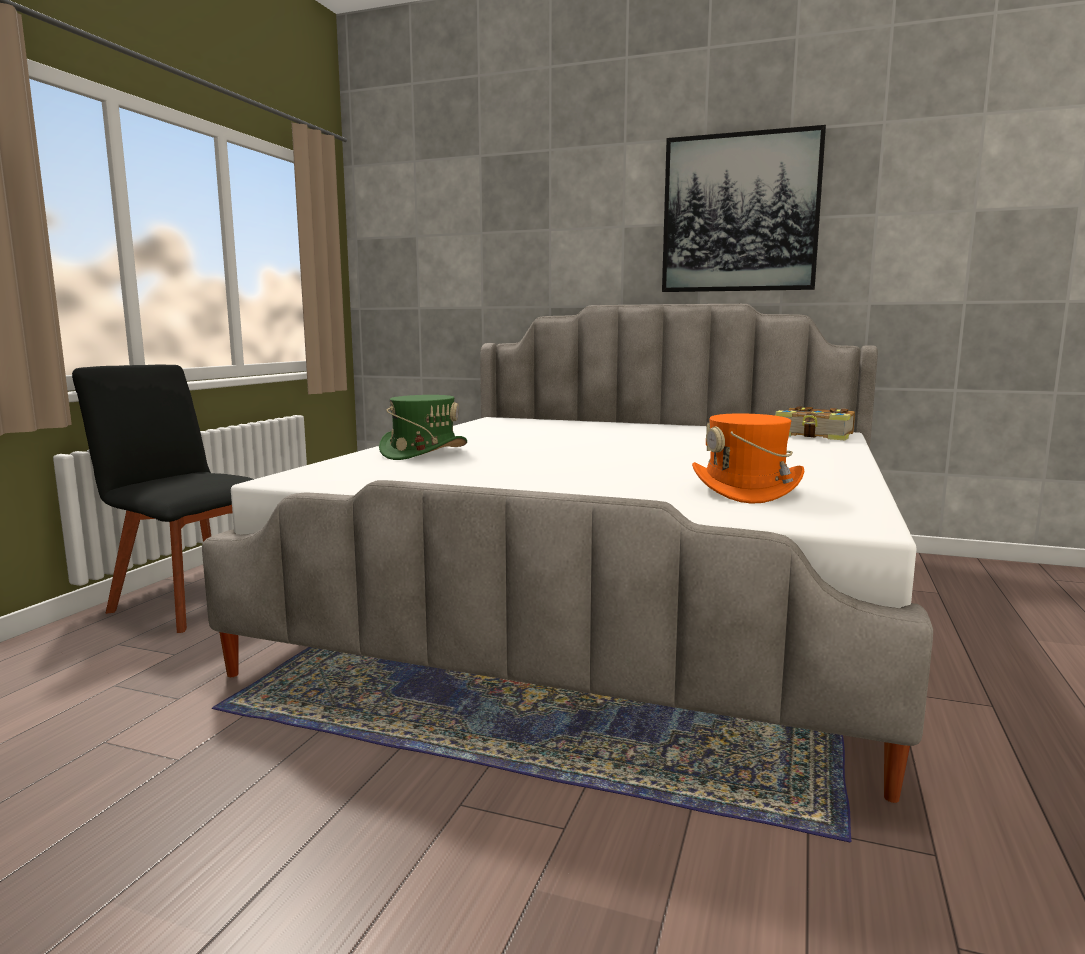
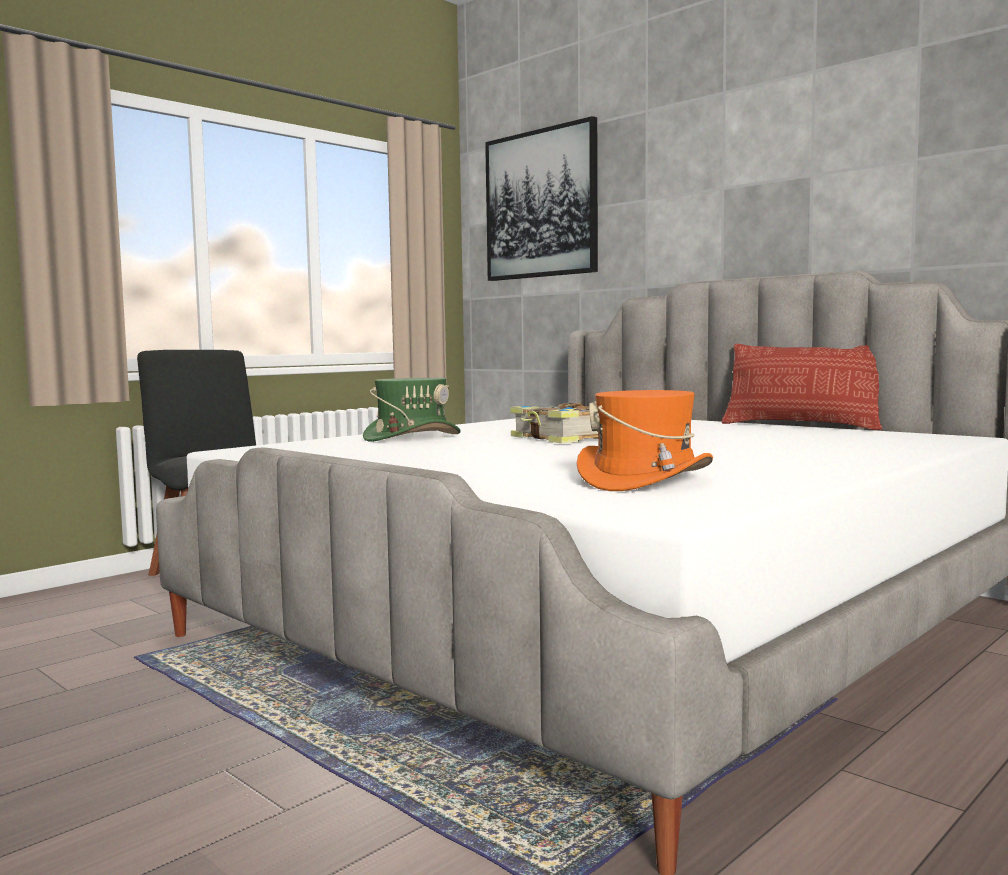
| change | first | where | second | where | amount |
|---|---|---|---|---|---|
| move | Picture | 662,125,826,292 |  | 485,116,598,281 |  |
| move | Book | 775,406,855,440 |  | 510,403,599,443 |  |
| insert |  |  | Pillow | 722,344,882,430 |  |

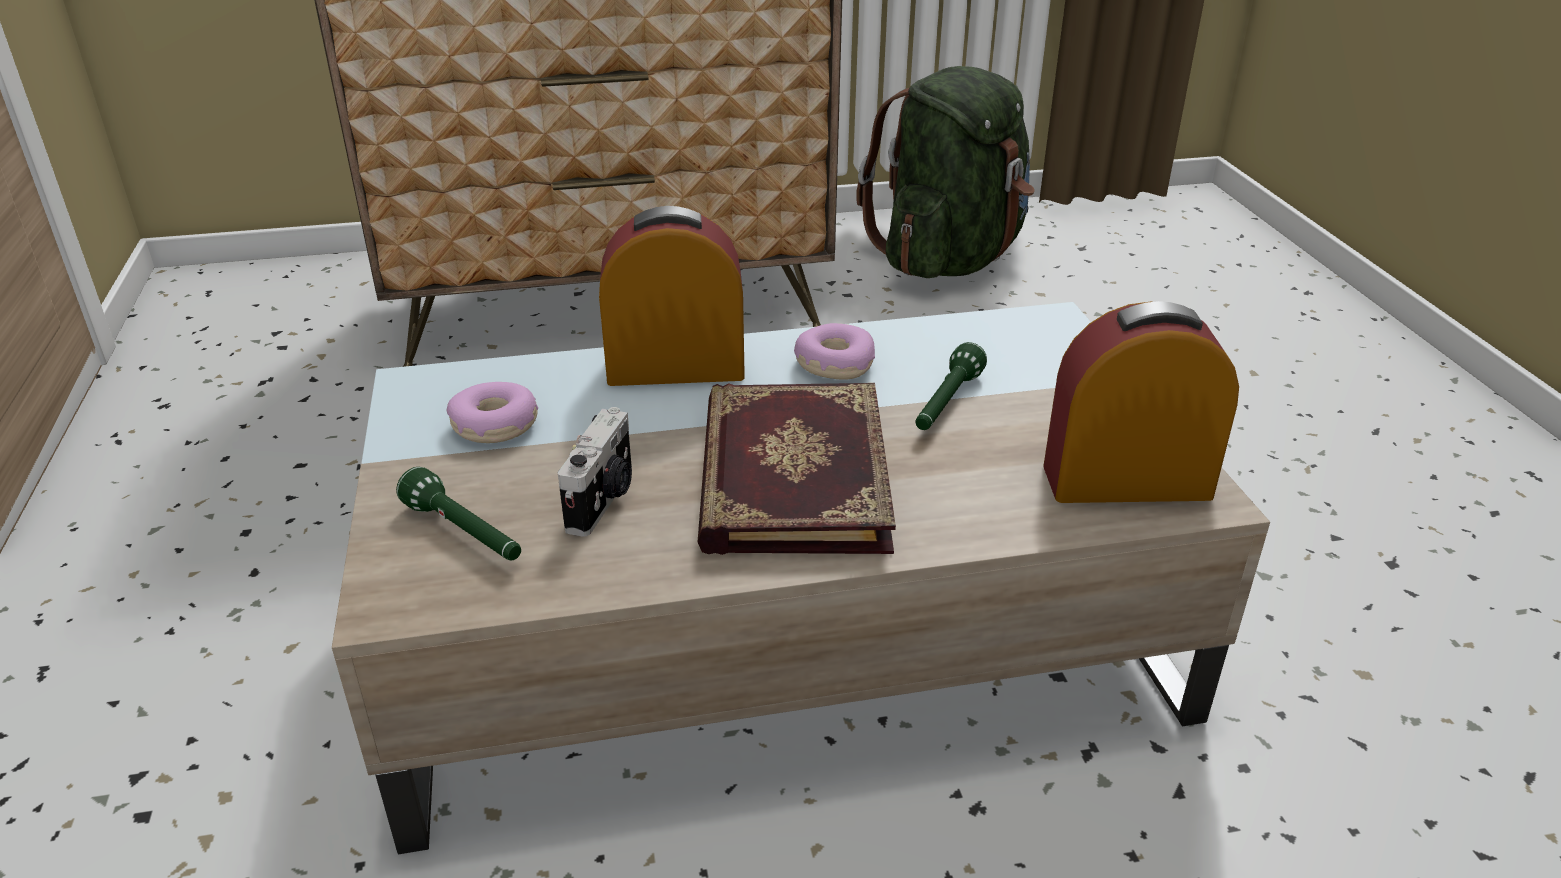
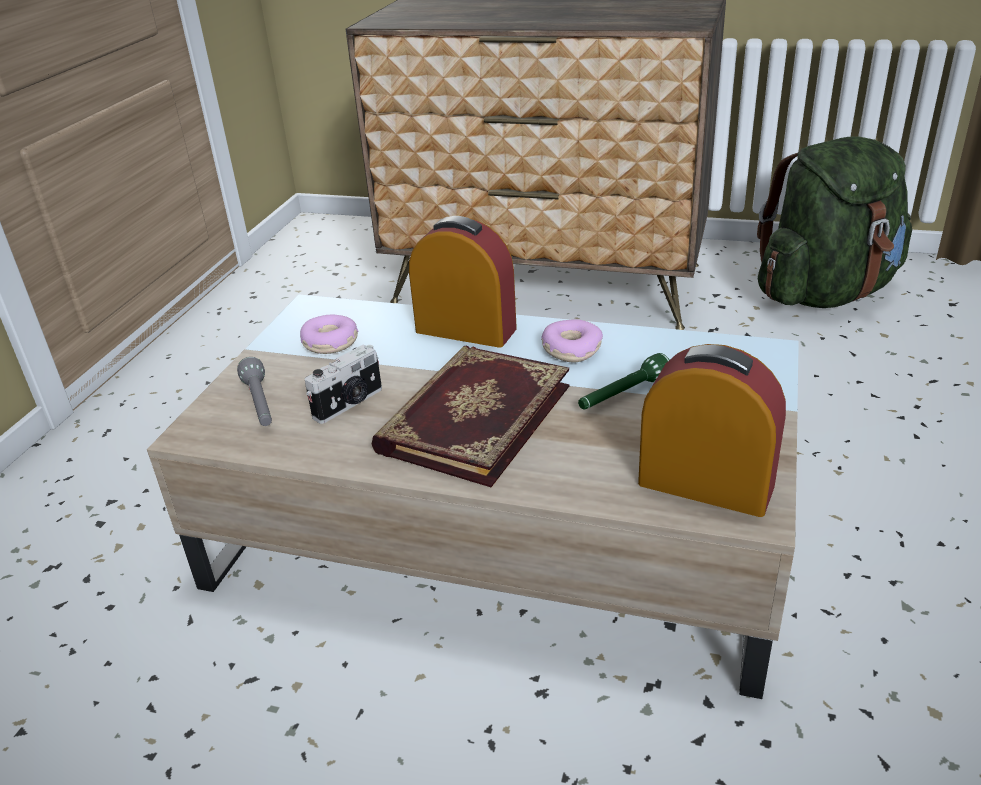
| change | first | where | second | where | amount |
|---|---|---|---|---|---|
| recolor | GreenFlashlight | 396,467,521,560 | GreyFlashlight | 237,357,272,426 |  |

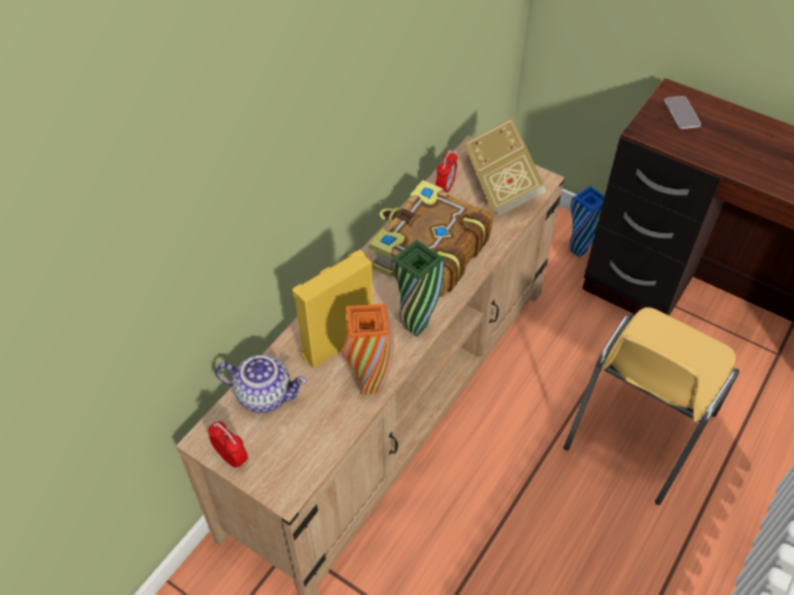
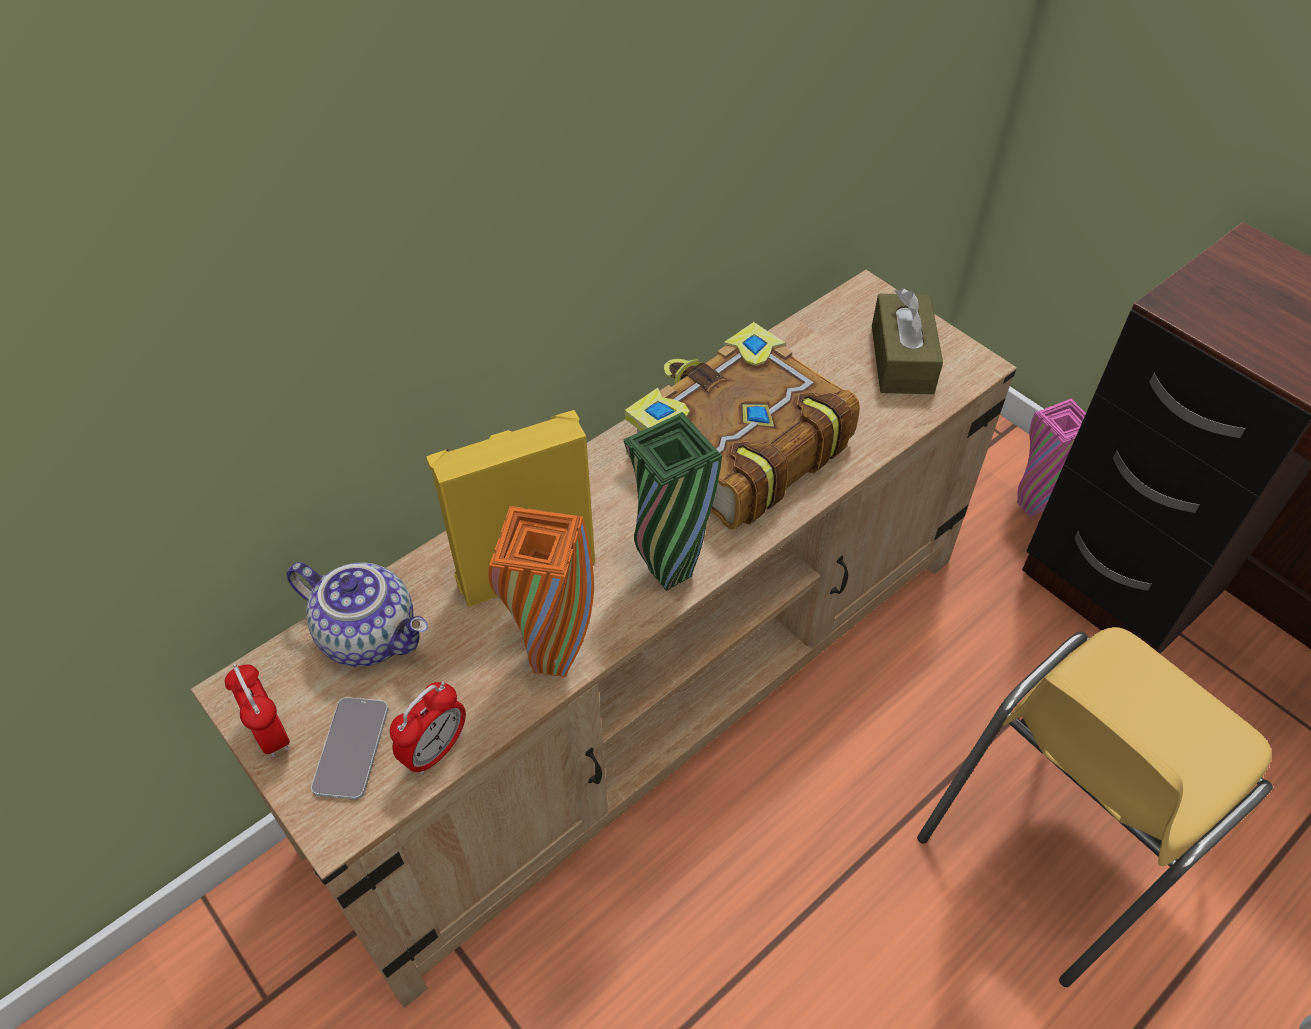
| change | first | where | second | where | amount |
|---|---|---|---|---|---|
| move | Phone | 664,96,701,129 |  | 311,697,388,800 |  |
| move | AlarmClock | 436,150,458,193 |  | 390,682,466,775 |  |
| replace | Book | 464,117,546,216 | BrownTissueBox | 872,288,943,394 |  |
| recolor | BlueVase | 570,186,604,258 | PinkVase | 1017,399,1086,517 |  |

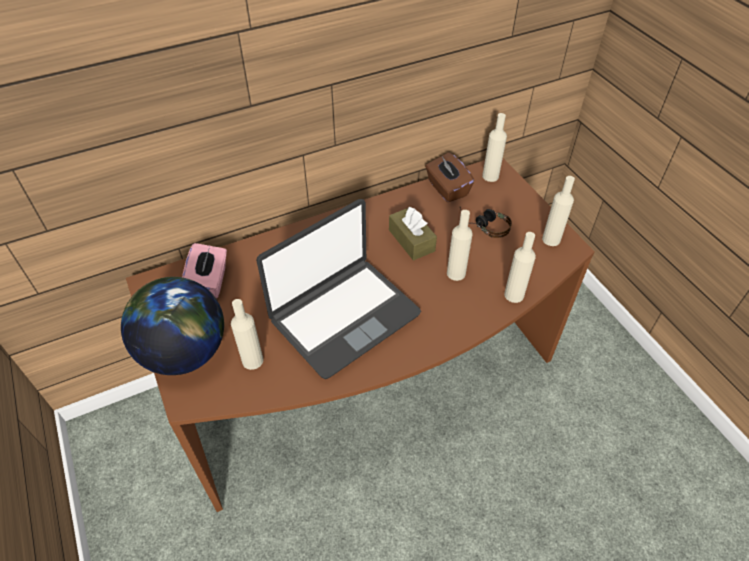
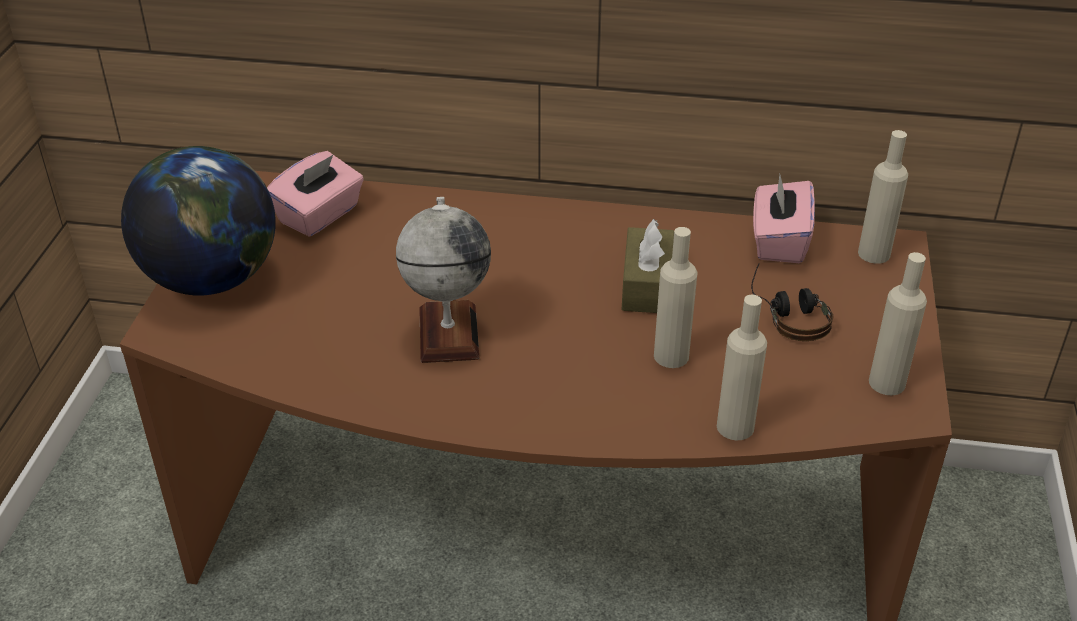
| change | first | where | second | where | amount |
|---|---|---|---|---|---|
| replace | Laptop | 256,199,421,379 | Globe | 396,197,491,363 |  |
| recolor | BrownTissueBox | 425,152,474,202 | PinkTissueBox | 753,175,815,263 |  |
| delete | BeigeBottle | 231,299,264,370 |  |  |  |

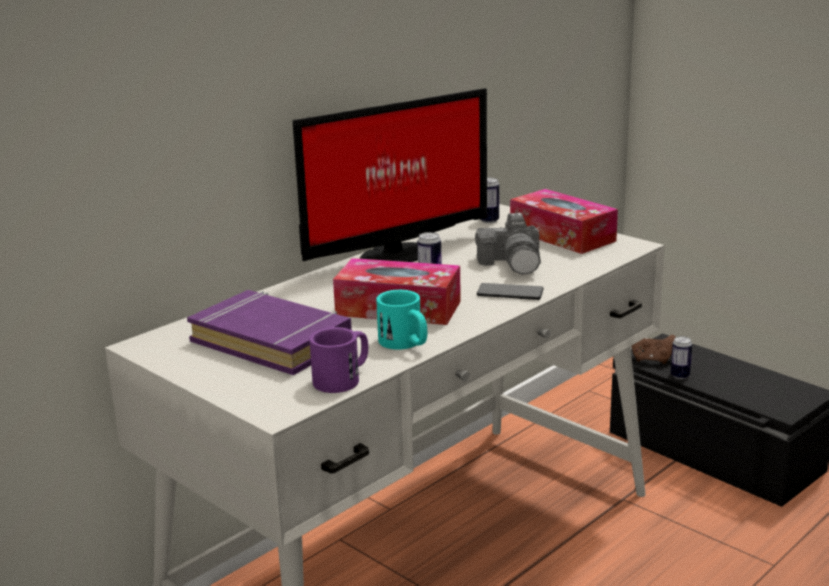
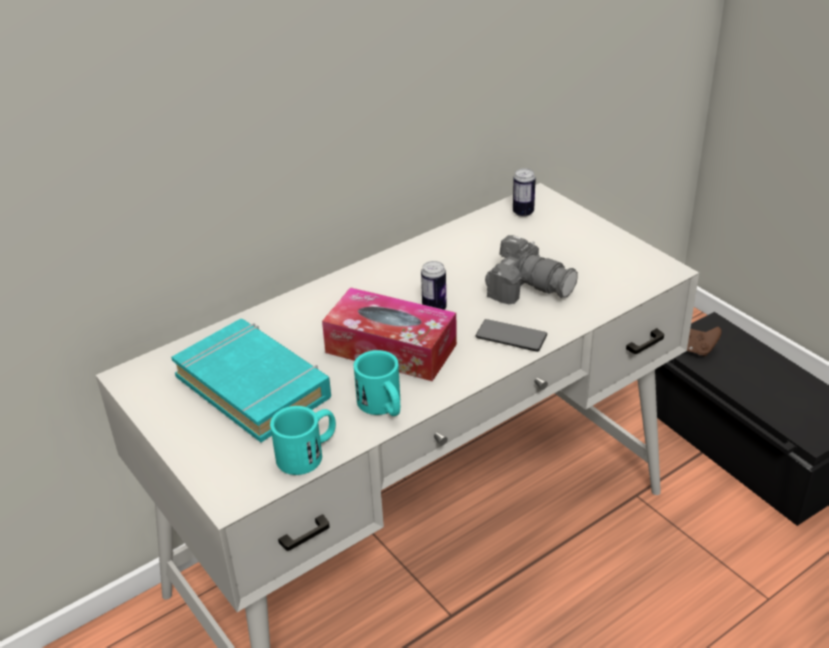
| change | first | where | second | where | amount |
|---|---|---|---|---|---|
| recolor | PurpleBook | 187,290,352,375 | TurquoiseBook | 171,319,331,442 |  |
| recolor | PurpleMug | 309,327,368,393 | TurquoiseMug | 270,406,336,475 |  |
| rotate | PhotoCamera | 475,213,541,274 |  | 485,235,578,304 | 60 degrees counterclockwise |
| delete | Monitor | 293,88,487,262 |  |  |  |
| delete | TissueBox | 510,189,618,254 |  |  |  |
| delete | Can | 671,336,692,379 |  |  |  |

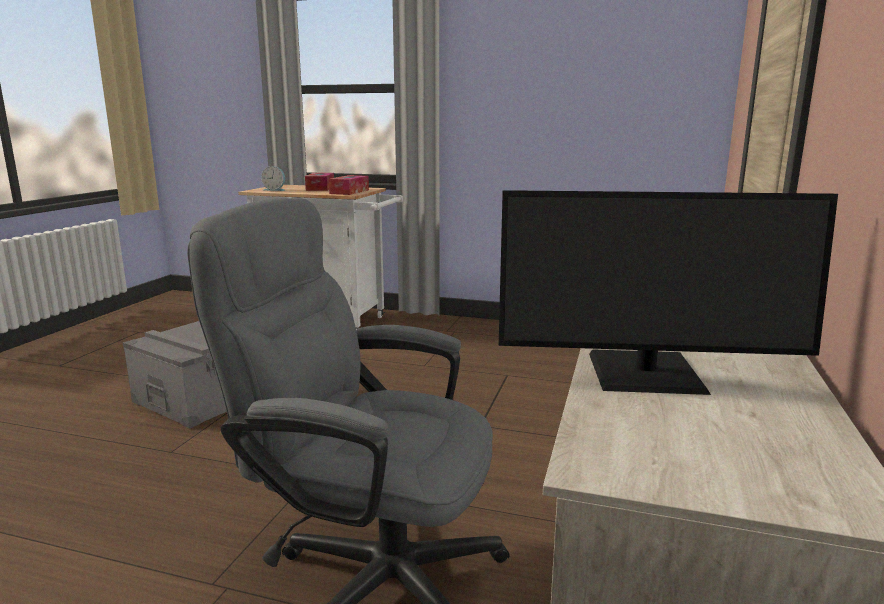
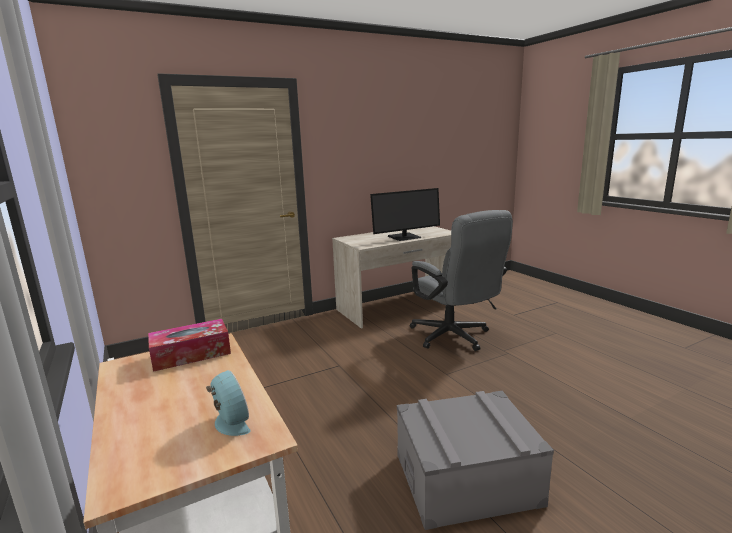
| change | first | where | second | where | amount |
|---|---|---|---|---|---|
| rotate | Monitor | 499,190,838,395 |  | 370,188,440,241 | 105 degrees clockwise |
| delete | TissueBox | 305,173,334,191 |  |  |  |

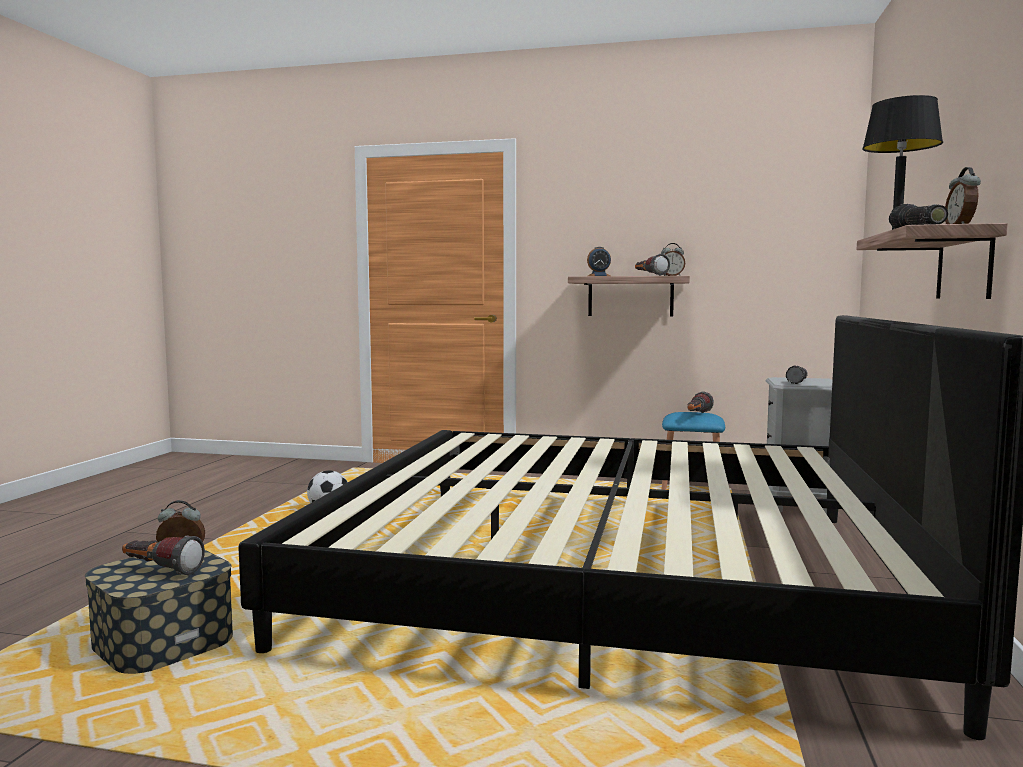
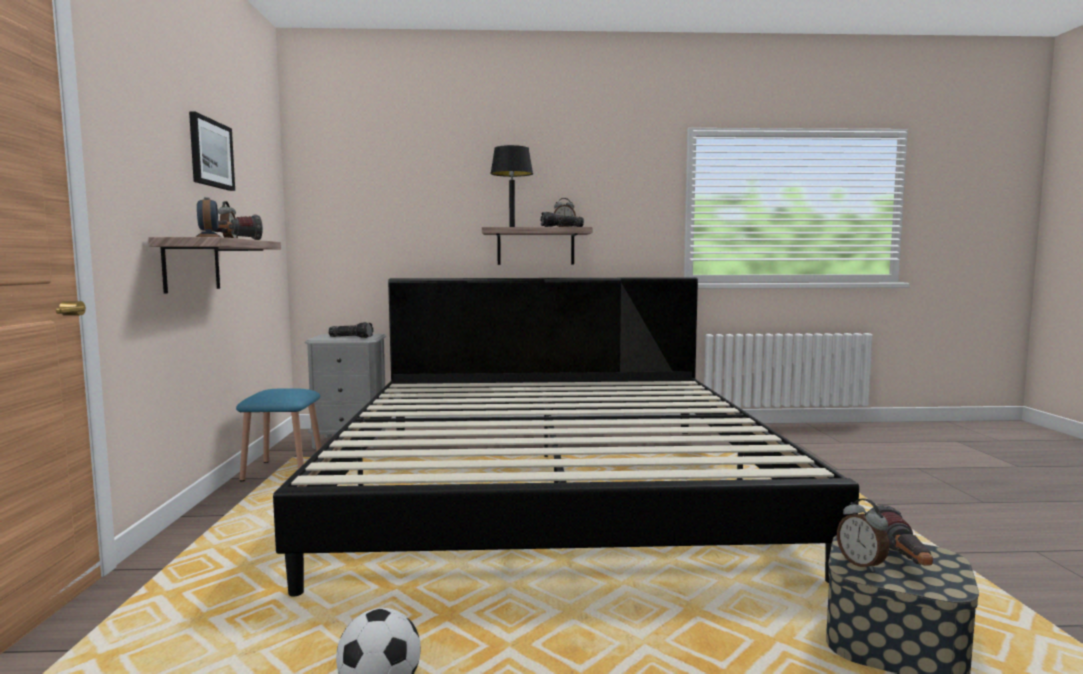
| change | first | where | second | where | amount |
|---|---|---|---|---|---|
| insert |  |  | Picture | 189,111,235,191 |  |
| delete | Flashlight | 687,391,714,413 |  |  |  |

